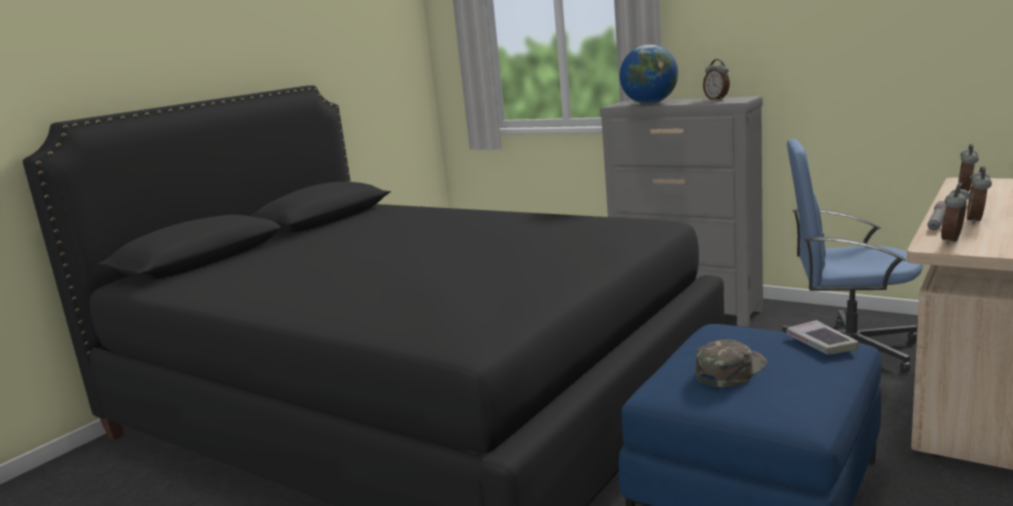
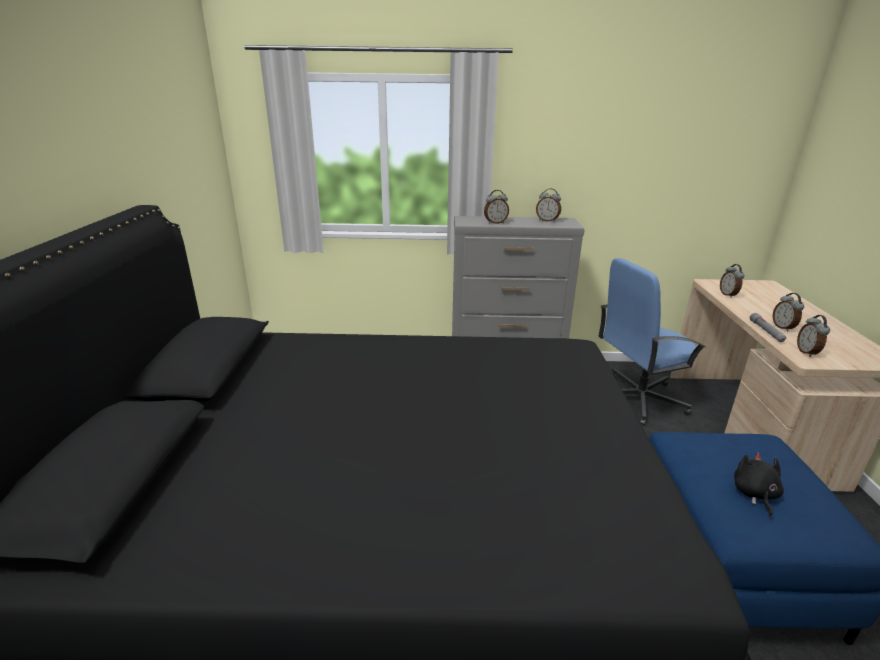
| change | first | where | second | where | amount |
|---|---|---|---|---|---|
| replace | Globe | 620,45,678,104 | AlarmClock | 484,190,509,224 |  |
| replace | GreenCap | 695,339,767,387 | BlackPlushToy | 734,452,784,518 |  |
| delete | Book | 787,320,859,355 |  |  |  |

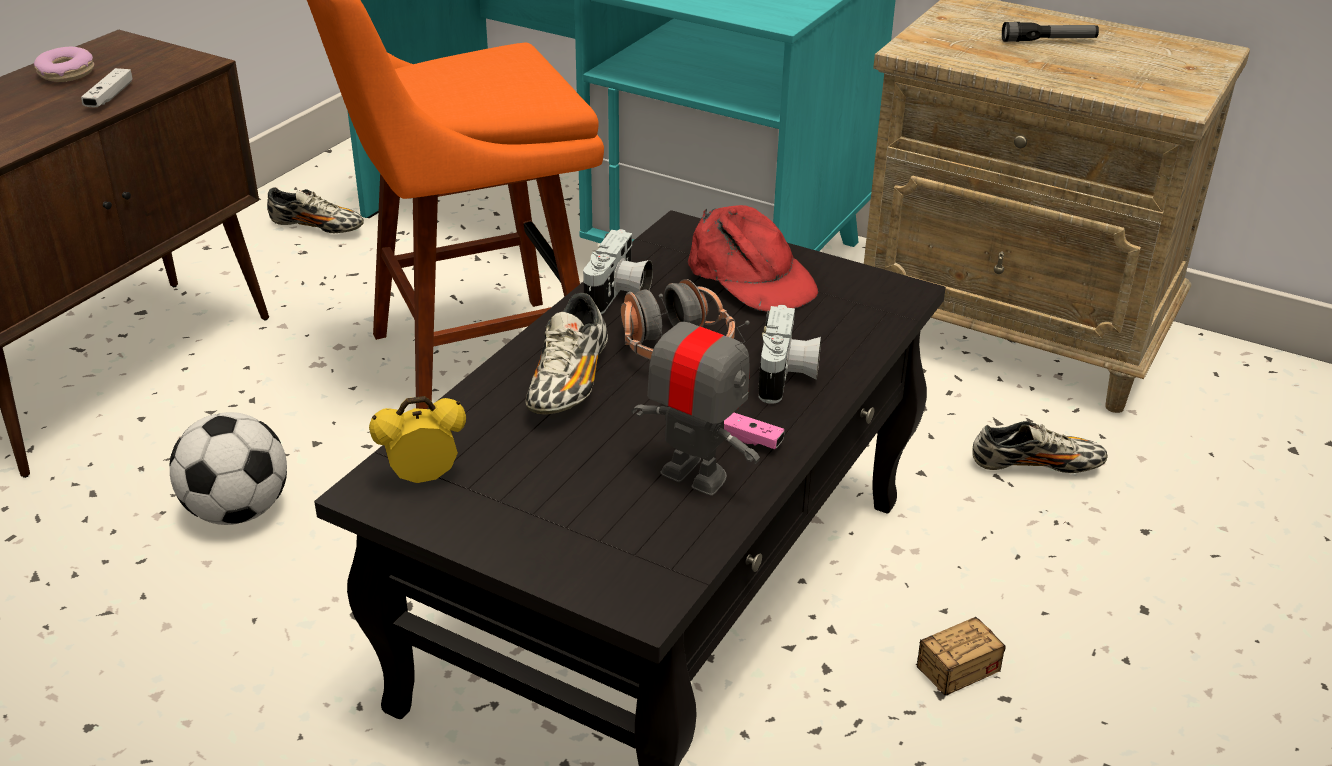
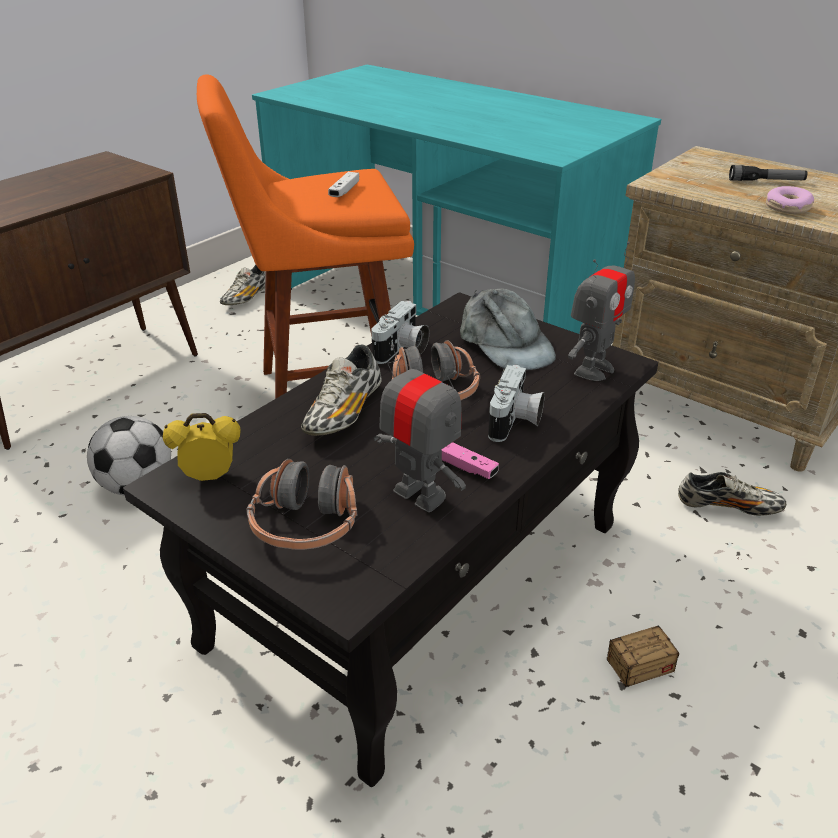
| change | first | where | second | where | amount |
|---|---|---|---|---|---|
| rotate | Shoe | 267,187,364,233 |  | 220,265,266,305 | 90 degrees clockwise |
| insert |  |  | Headphones | 246,459,357,550 |  |
| move | WhiteGameController | 81,68,133,108 |  | 328,172,359,197 |  |
| recolor | RedCap | 688,205,818,311 | GreyCap | 460,289,556,370 |  |
| insert |  |  | ToyRobot | 568,241,635,381 |  |
| move | Donut | 34,47,94,82 |  | 766,186,814,214 |  |

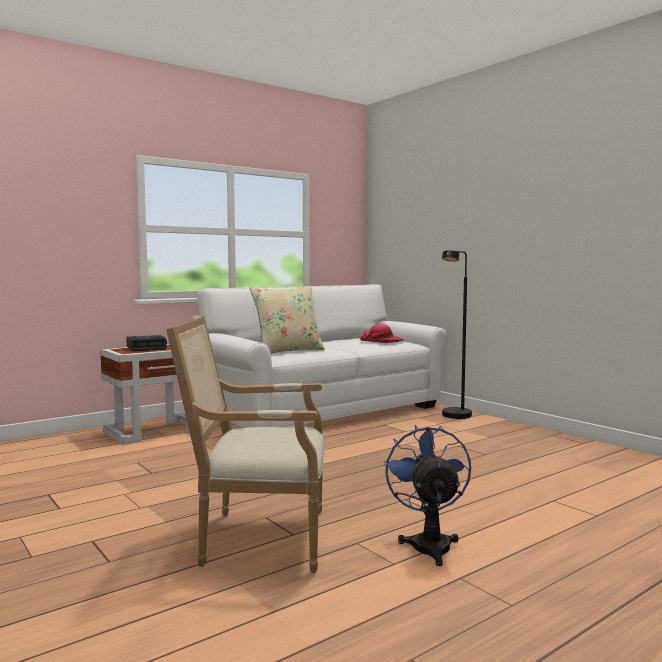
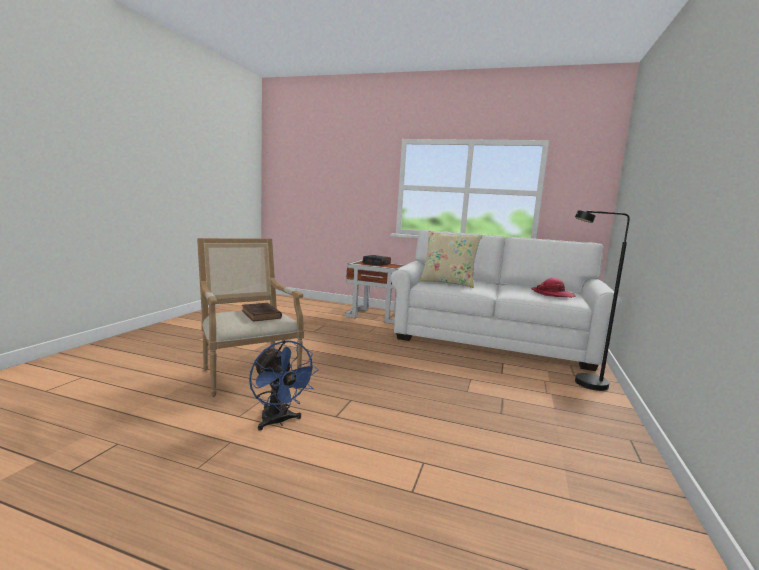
| change | first | where | second | where | amount |
|---|---|---|---|---|---|
| insert |  |  | BrownBook | 242,303,282,321 |  |
| rotate | BlueFan | 384,425,471,566 |  | 249,340,319,431 | 90 degrees clockwise |

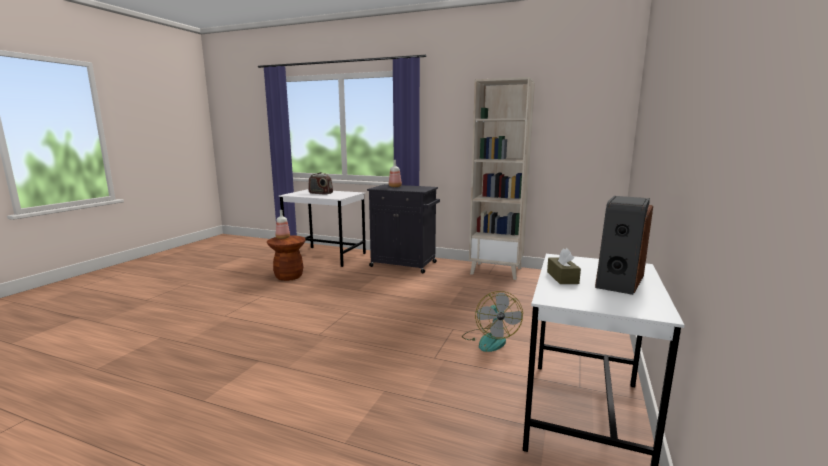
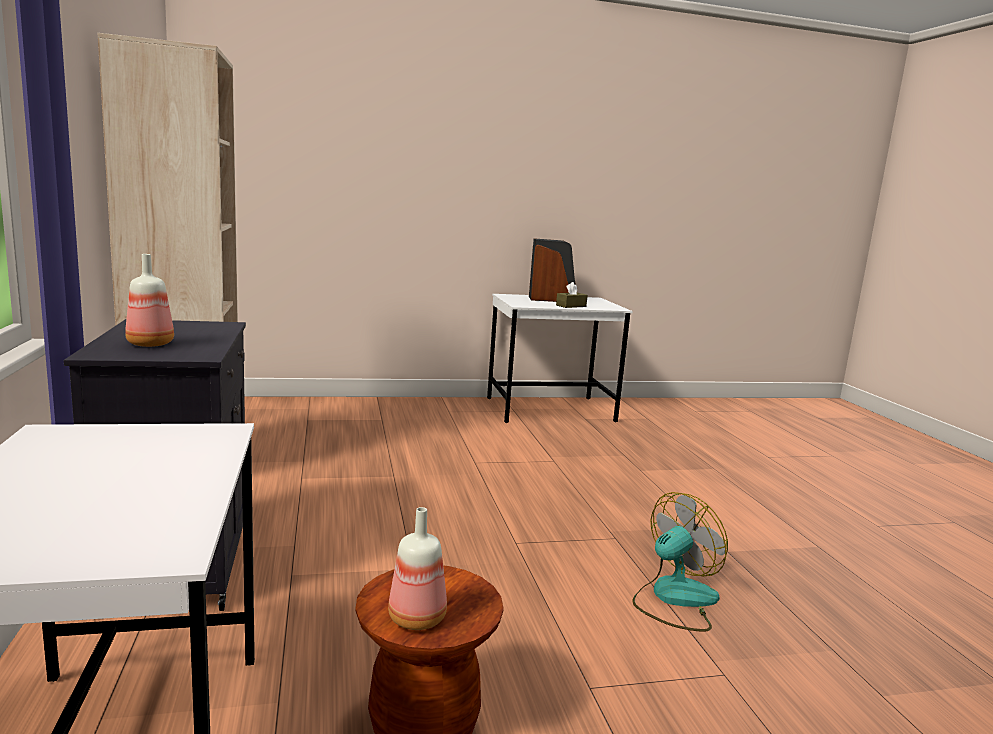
| change | first | where | second | where | amount |
|---|---|---|---|---|---|
| move | Fan | 462,291,523,352 |  | 633,492,728,632 |  |
| delete | Radio | 308,172,333,195 |  |  |  |

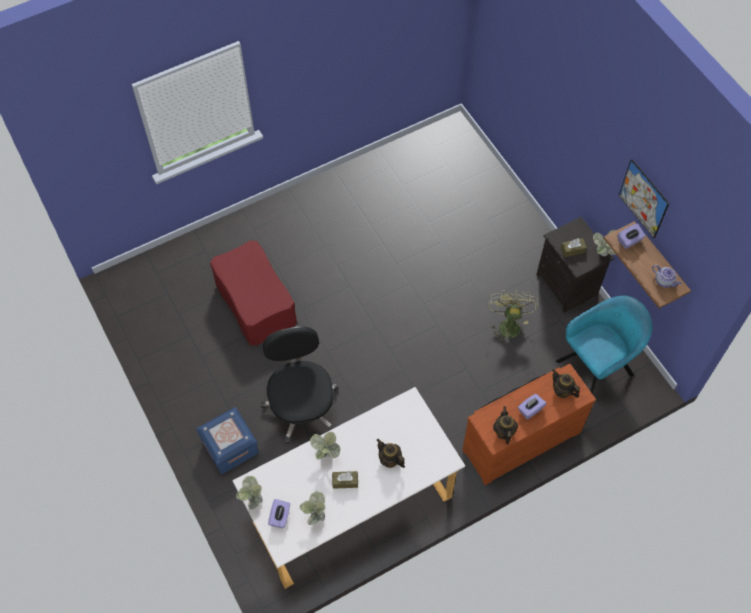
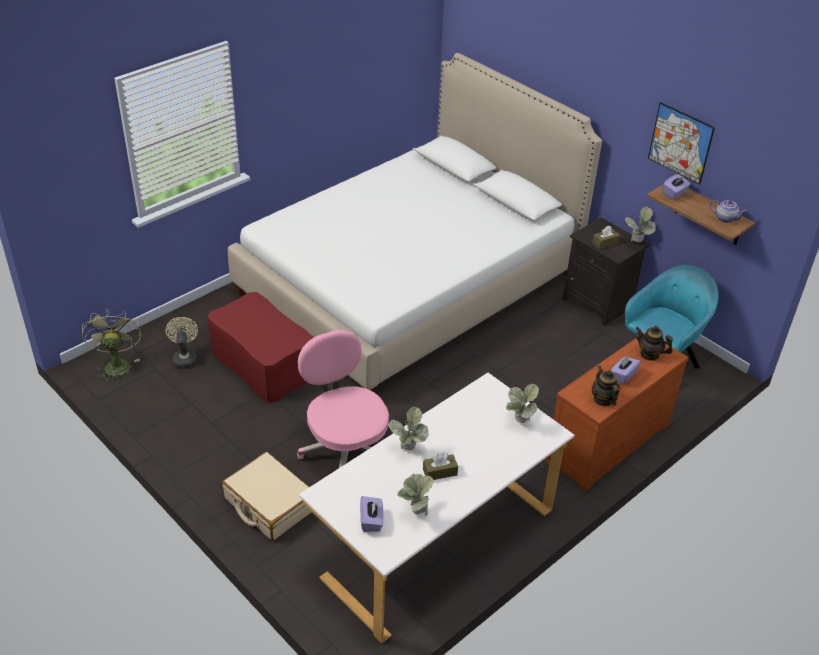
| change | first | where | second | where | amount |
|---|---|---|---|---|---|
| move | GreenFan | 489,290,538,344 |  | 82,309,141,383 |  |
| insert |  |  | BeigeFan | 165,317,198,369 |  |
| replace | BlueStorageBox | 196,407,258,474 | BeigeSuitcase | 222,452,312,541 |  |
| insert |  |  | Bed | 228,53,602,393 |  |
| recolor | BlackOfficeChair | 261,326,338,444 | PinkOfficeChair | 297,330,389,468 |  |
| move | PottedPlant | 236,476,262,510 |  | 506,384,539,424 |  |
| delete | Teapot | 376,439,405,468 |  |  |  |

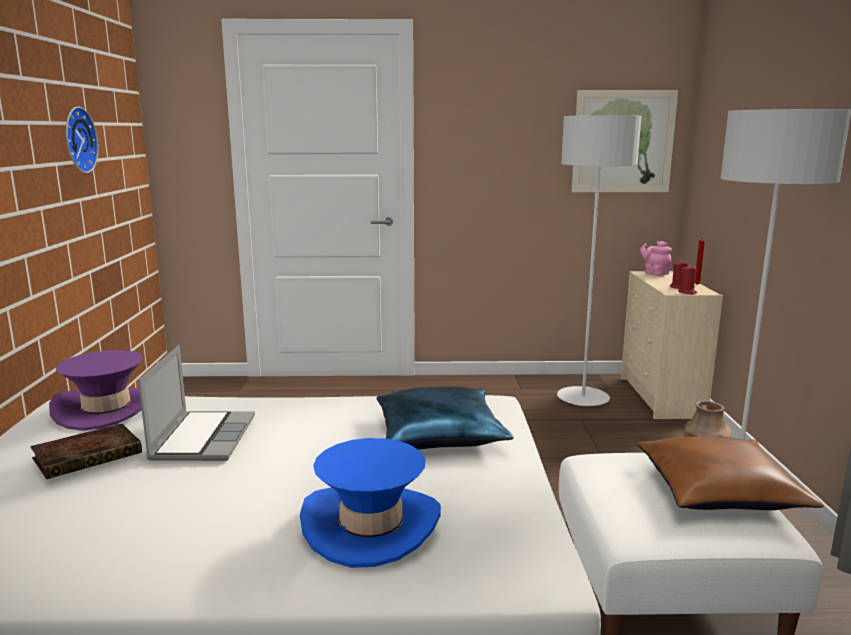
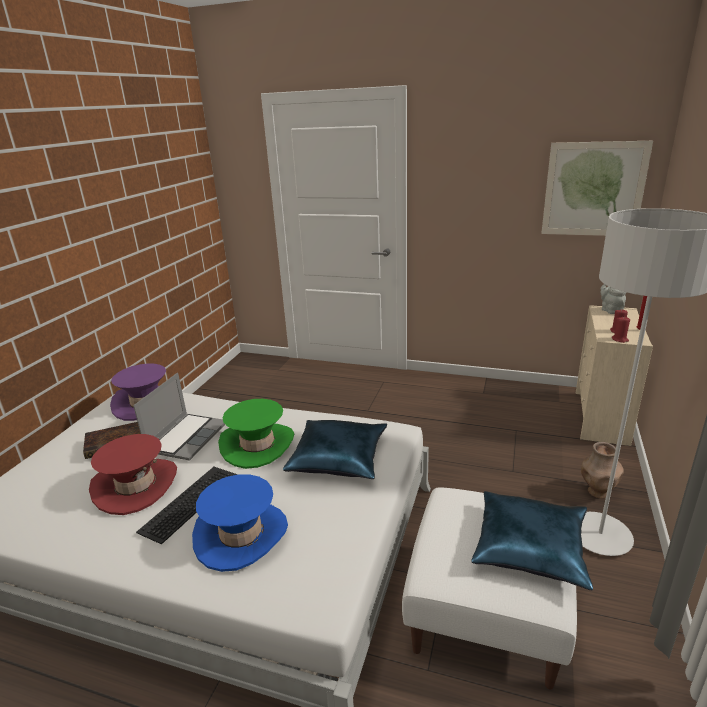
| change | first | where | second | where | amount |
|---|---|---|---|---|---|
| insert |  |  | RedHat | 89,434,177,515 |  |
| insert |  |  | Keyboard | 136,467,237,544 |  |
| insert |  |  | GreenHat | 218,399,294,469 |  |
| recolor | BrownPillow | 637,436,824,510 | BluePillow | 471,491,593,590 |  |
| recolor | PinkTeapot | 640,241,672,276 | GreyTeapot | 600,284,626,314 |  |
| delete | WallClock | 66,107,99,173 |  |  |  |
| delete | GreyFloorLamp | 557,115,642,406 |  |  |  |

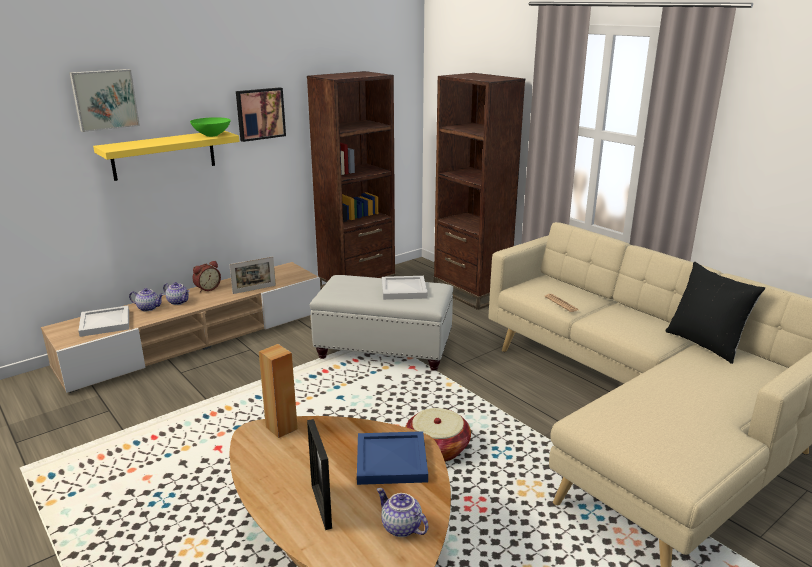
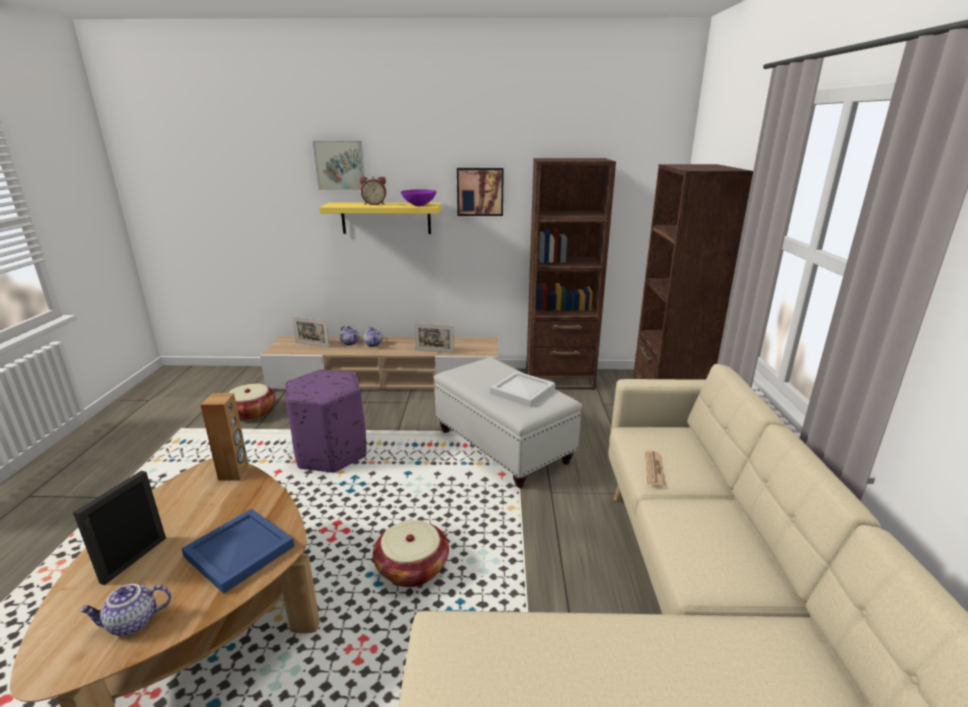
| change | first | where | second | where | amount |
|---|---|---|---|---|---|
| rotate | Teapot | 377,488,428,537 |  | 78,584,171,636 | 105 degrees counterclockwise |
| insert |  |  | Basket | 229,383,276,420 |  |
| insert |  |  | PurpleOttoman | 285,370,367,473 |  |
| replace | WhiteTray | 78,306,129,337 | PictureFrame | 292,316,330,348 |  |
| move | AlarmClock | 192,261,221,292 |  | 360,177,386,205 |  |
| recolor | GreenBowl | 190,117,231,137 | PurpleBowl | 401,189,437,206 |  |
| delete | BlackPillow | 665,262,765,364 |  |  |  |

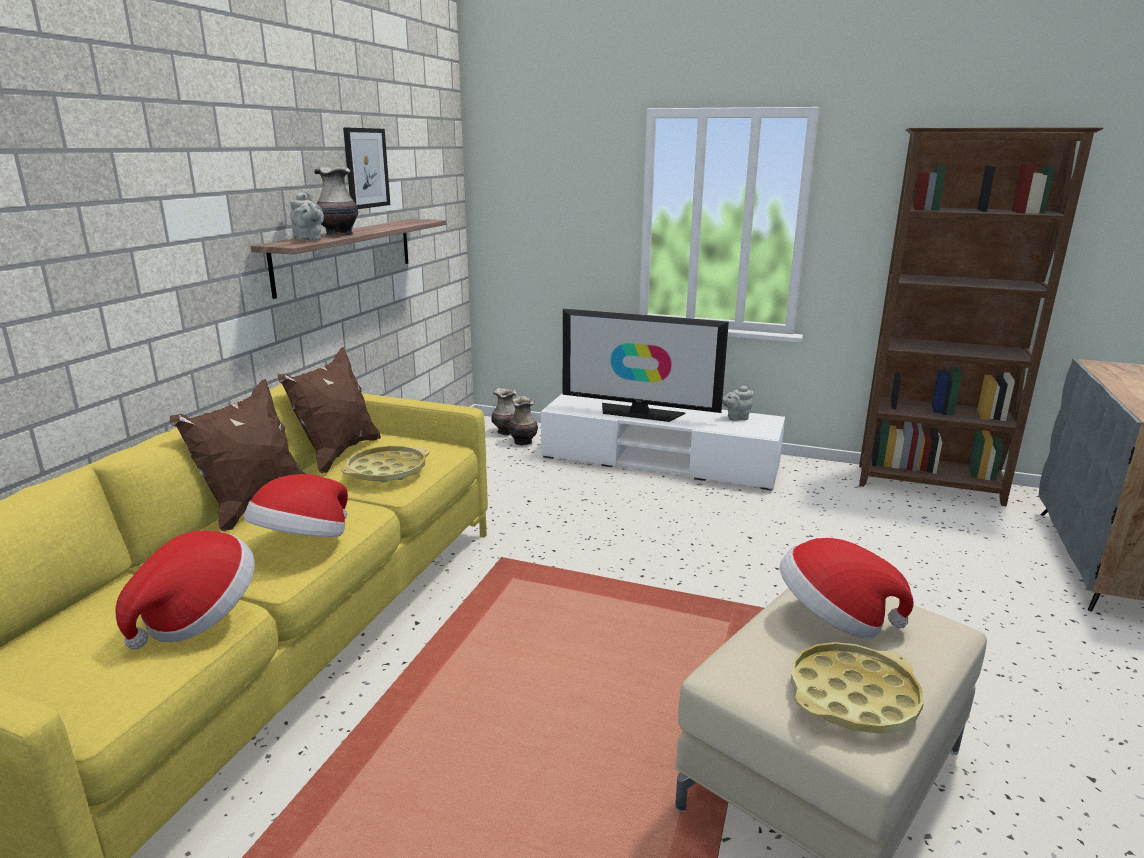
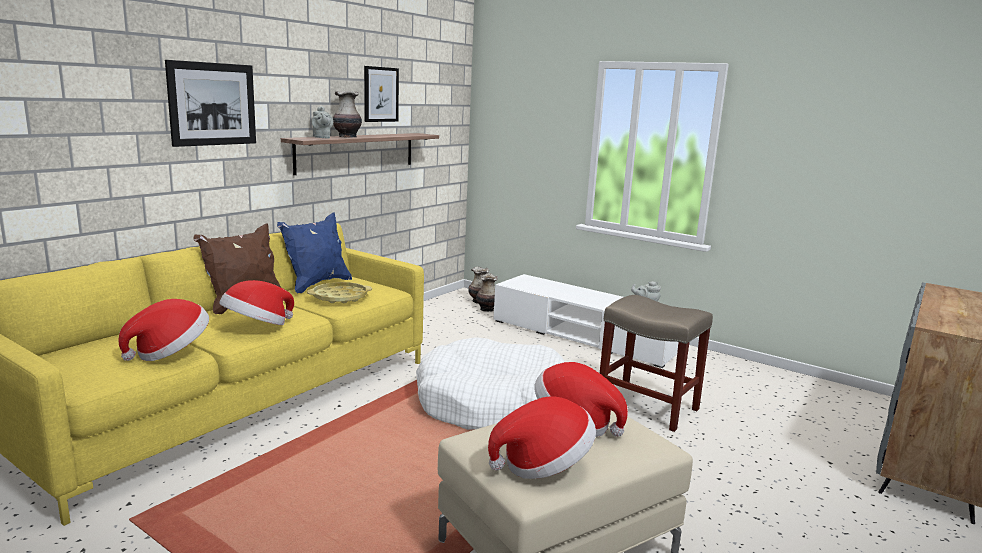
| change | first | where | second | where | amount |
|---|---|---|---|---|---|
| insert |  |  | Picture | 165,60,256,147 |  |
| recolor | BrownPillow | 278,347,381,474 | BluePillow | 277,212,352,293 |  |
| insert |  |  | WhiteDogBed | 416,337,565,430 |  |
| replace | YellowTray | 791,642,924,733 | Hat | 488,396,596,479 |  |
| insert |  |  | BeigeStool | 600,295,713,432 |  |
| delete | Television | 563,309,729,422 |  |  |  |
| delete | BrownBookcase | 859,127,1104,506 |  |  |  |

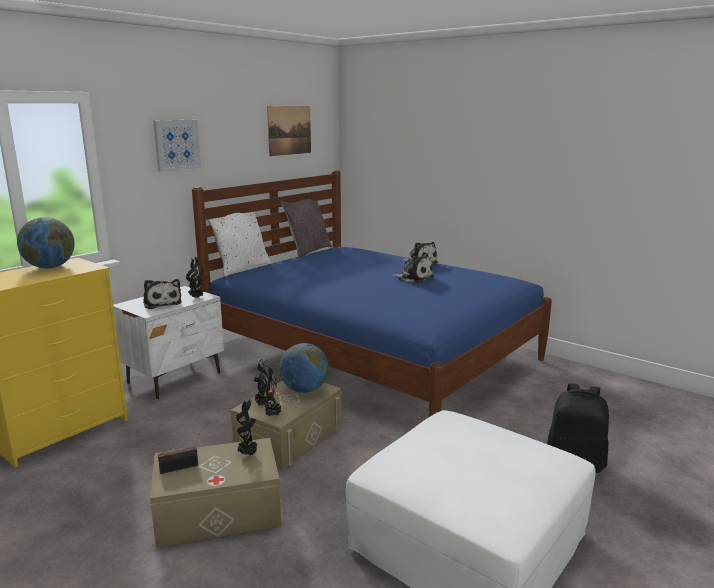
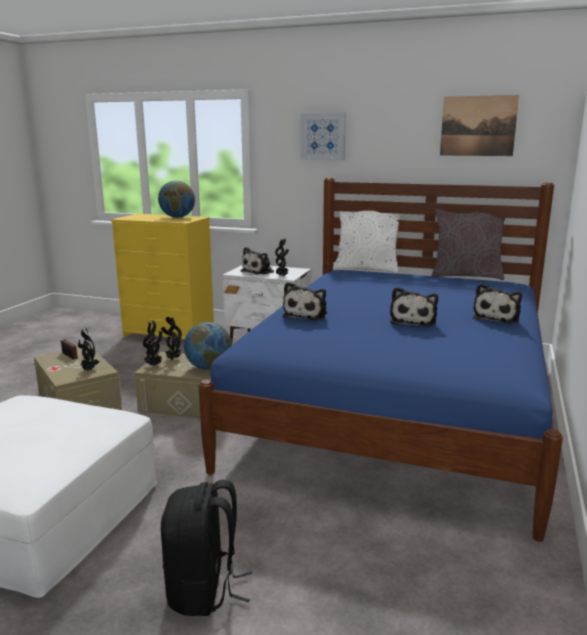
| change | first | where | second | where | amount |
|---|---|---|---|---|---|
| insert |  |  | PlushToy | 282,282,328,320 |  |

